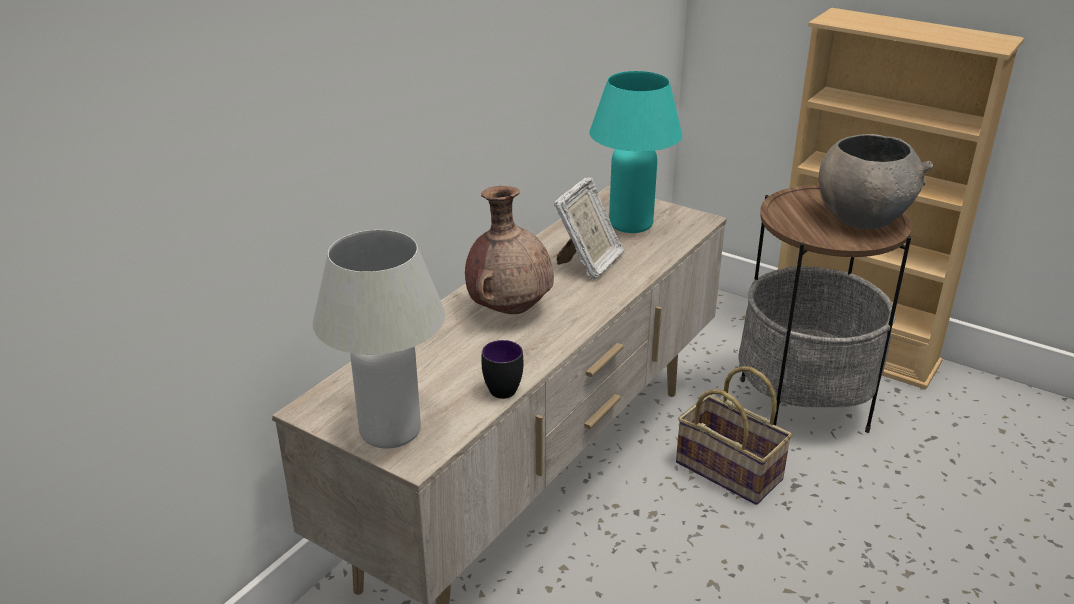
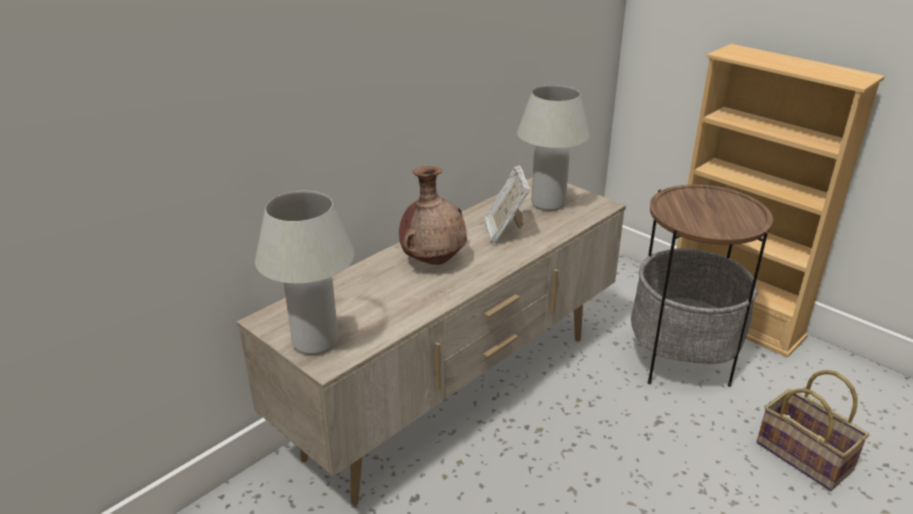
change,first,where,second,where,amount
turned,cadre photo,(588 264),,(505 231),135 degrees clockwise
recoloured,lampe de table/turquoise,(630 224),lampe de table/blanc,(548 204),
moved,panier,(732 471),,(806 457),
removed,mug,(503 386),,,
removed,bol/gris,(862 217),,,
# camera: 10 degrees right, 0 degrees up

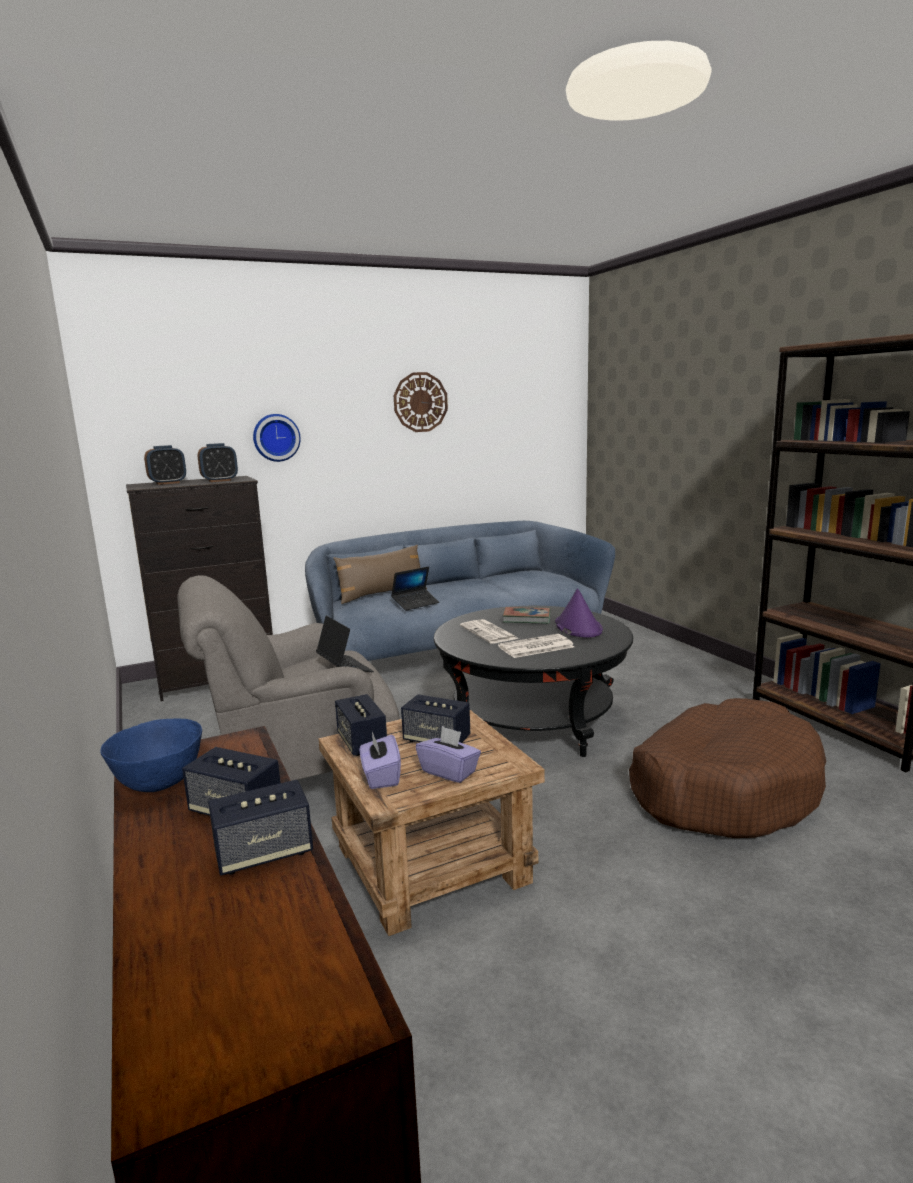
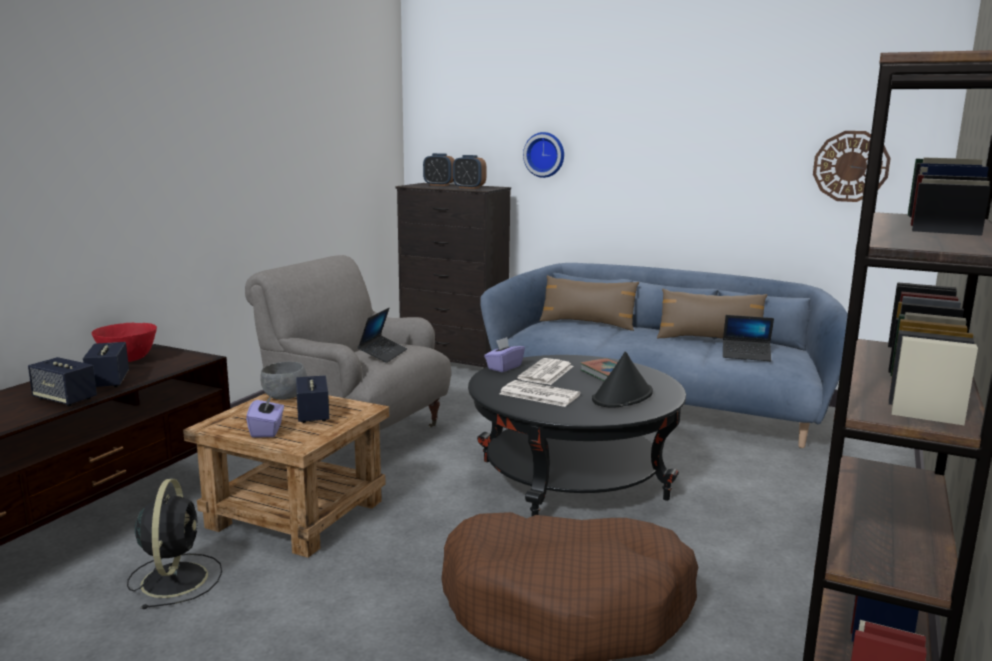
change,first,where,second,where,amount
recoloured,bol/bleu,(159 784),bol/rouge,(128 360),
added,,,ventilateur/noir,(175 578),
replaced,enceinte,(362 743),bol/gris,(285 398),
moved,boîte à mouchoirs/violet,(381 776),,(504 367),
recoloured,chapeau/violet,(578 627),chapeau/noir,(622 396),
added,,,coussin/marron,(709 340),
moved,ordinateur portable,(415 604),,(746 355),
moved,horloge murale,(420 402),,(850 166),
# camera: 50 degrees right, 0 degrees up

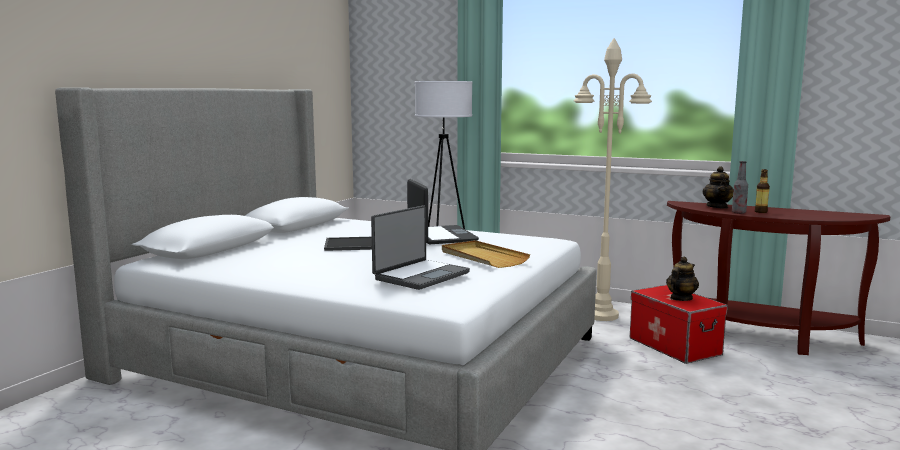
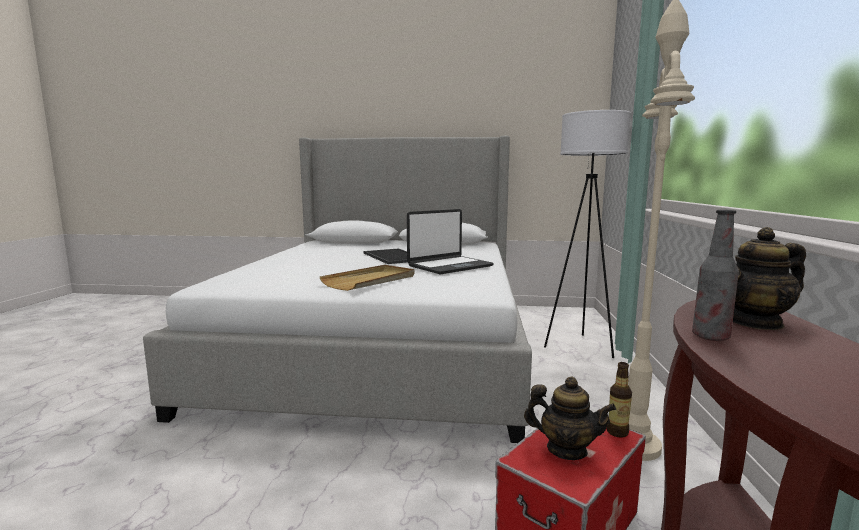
change,first,where,second,where,amount
moved,bouteille,(760 212),,(617 432),
removed,ordinateur portable,(420 276),,,
# camera: 70 degrees right, 0 degrees up

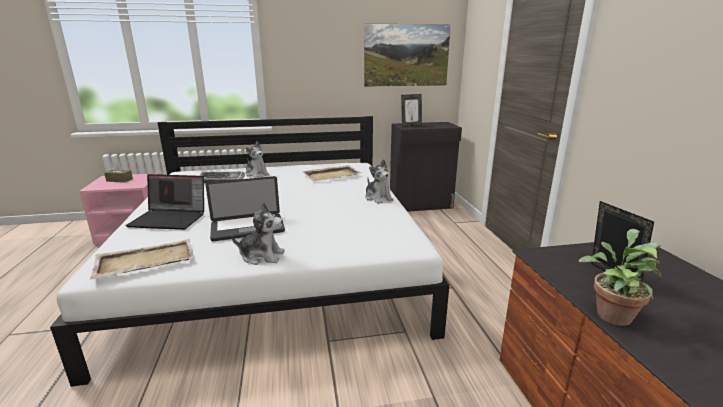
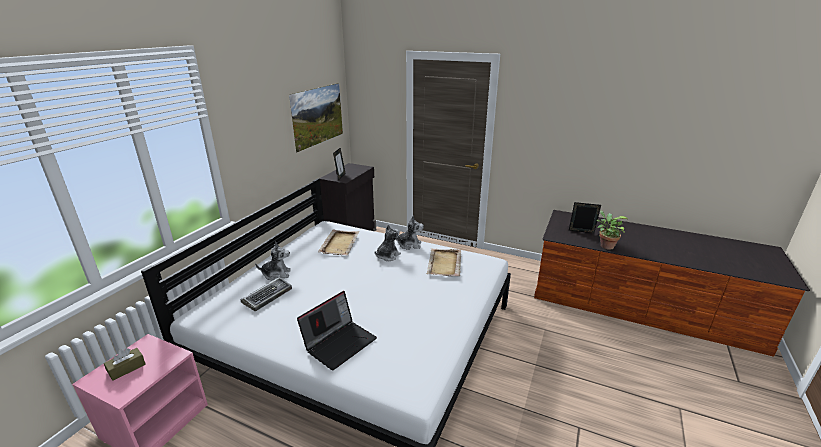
change,first,where,second,where,amount
moved,peluche,(261 256),,(387 256),
moved,plateau/beige,(144 261),,(444 264),
removed,ordinateur portable,(247 228),,,
# camera: 55 degrees left, 5 degrees up

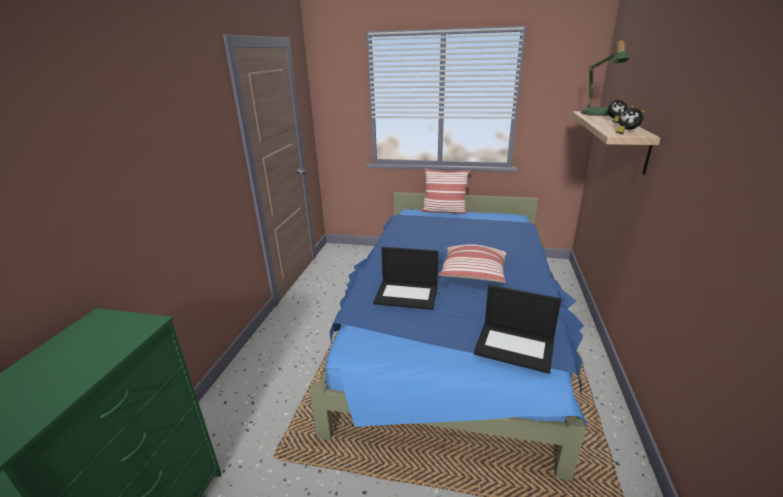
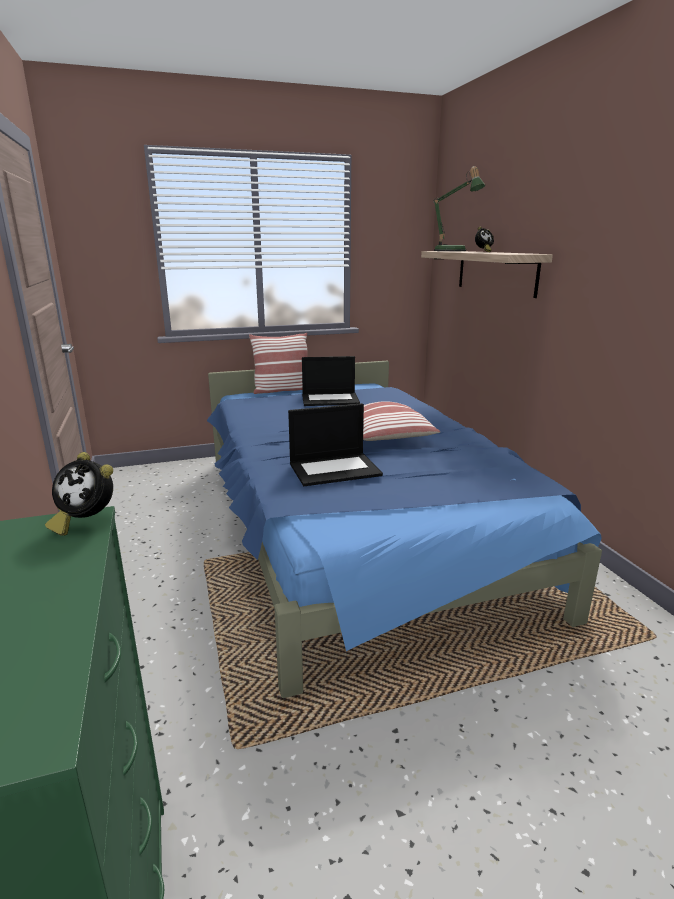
change,first,where,second,where,amount
moved,réveil,(626 133),,(86 522),
moved,ordinateur portable,(515 347),,(330 399),
# camera: 30 degrees left, 5 degrees down

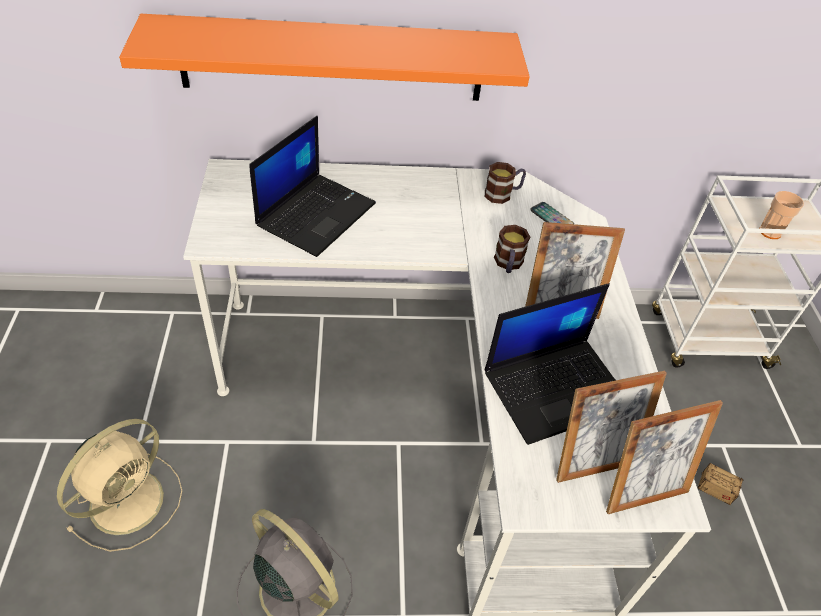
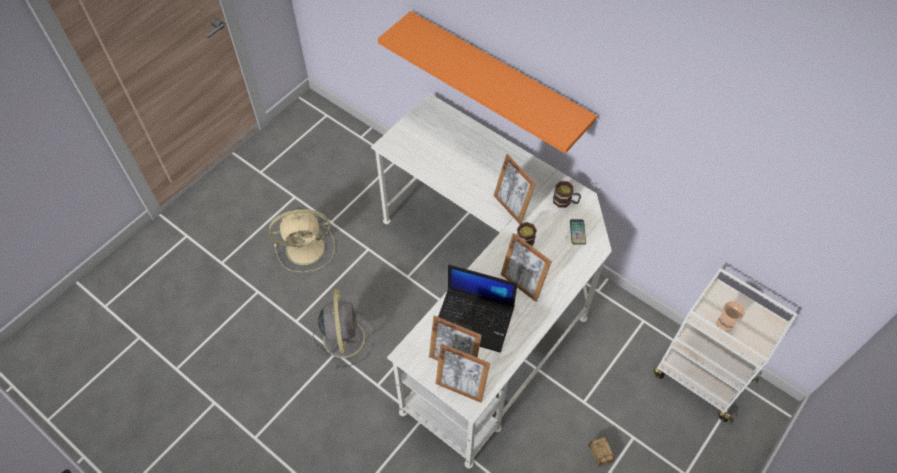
change,first,where,second,where,amount
added,,,cadre photo,(511 207),
removed,ordinateur portable,(316 213),,,
# camera: 45 degrees right, 10 degrees up

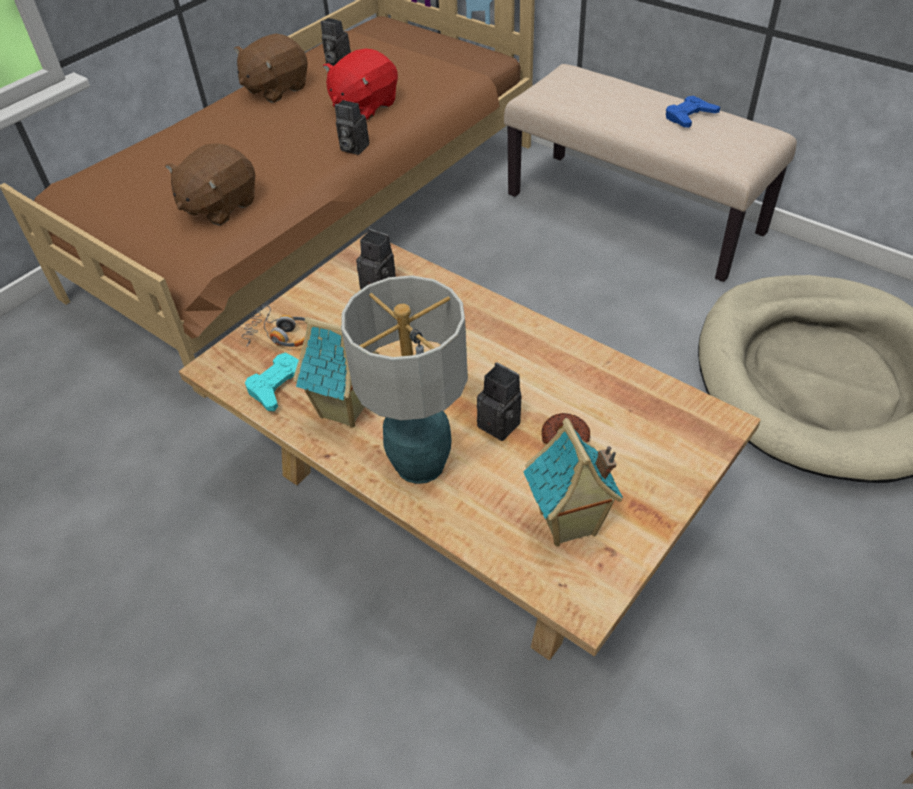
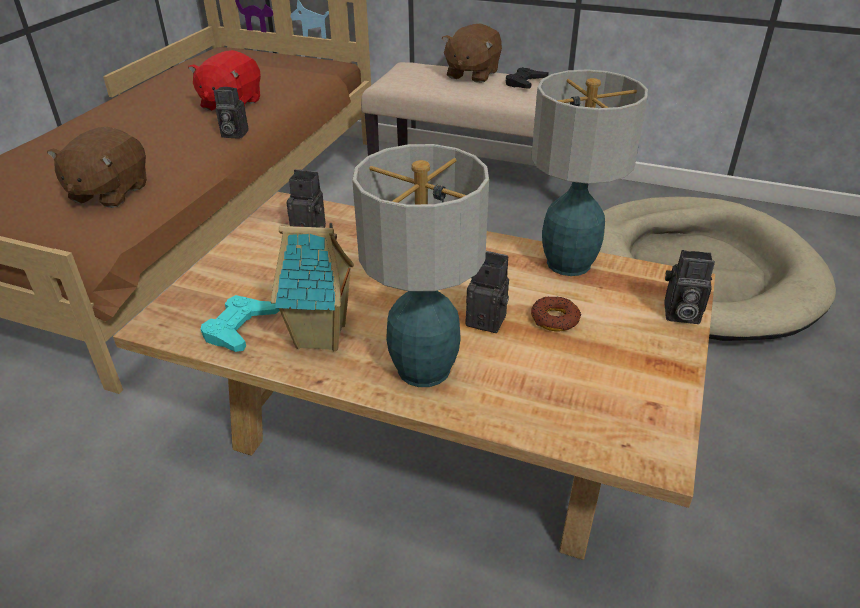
change,first,where,second,where,amount
moved,peluche/marron,(275 89),,(472 74),
recoloured,manette/bleu,(689 116),manette/noir,(525 83),
added,,,lampe de table,(568 264),
moved,appareil photo,(336 62),,(679 314),
removed,casque audio,(280 335),,,
removed,maison miniature,(568 525),,,
# camera: 20 degrees left, 10 degrees down

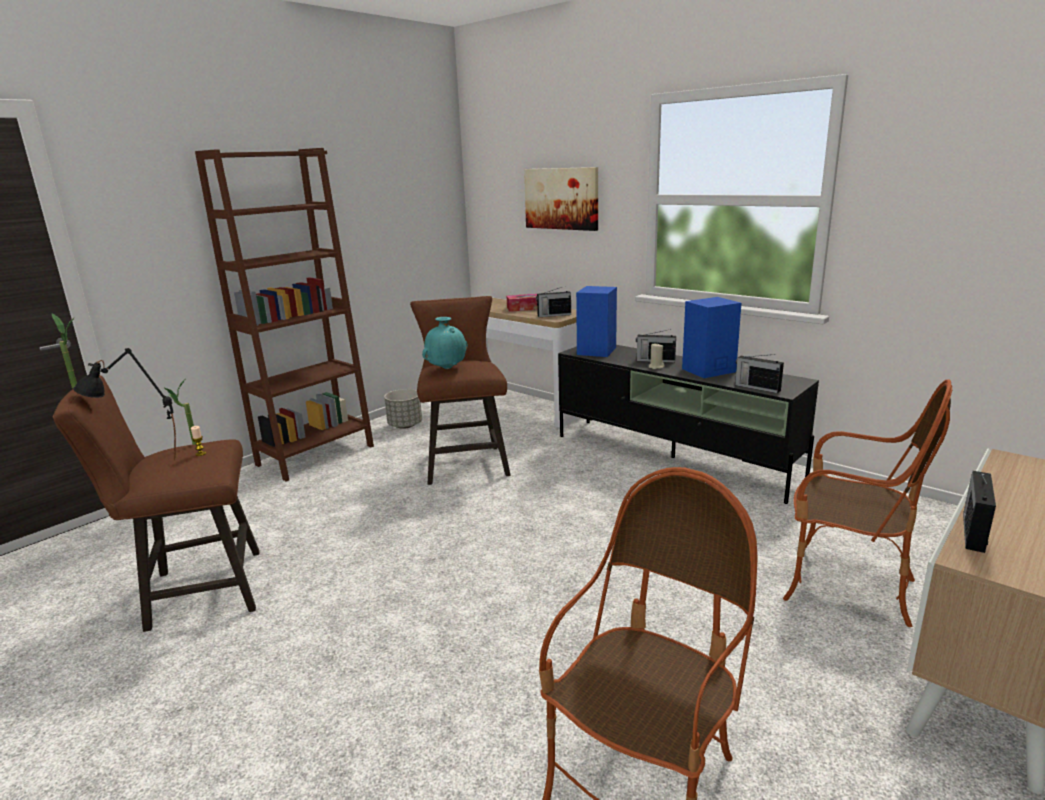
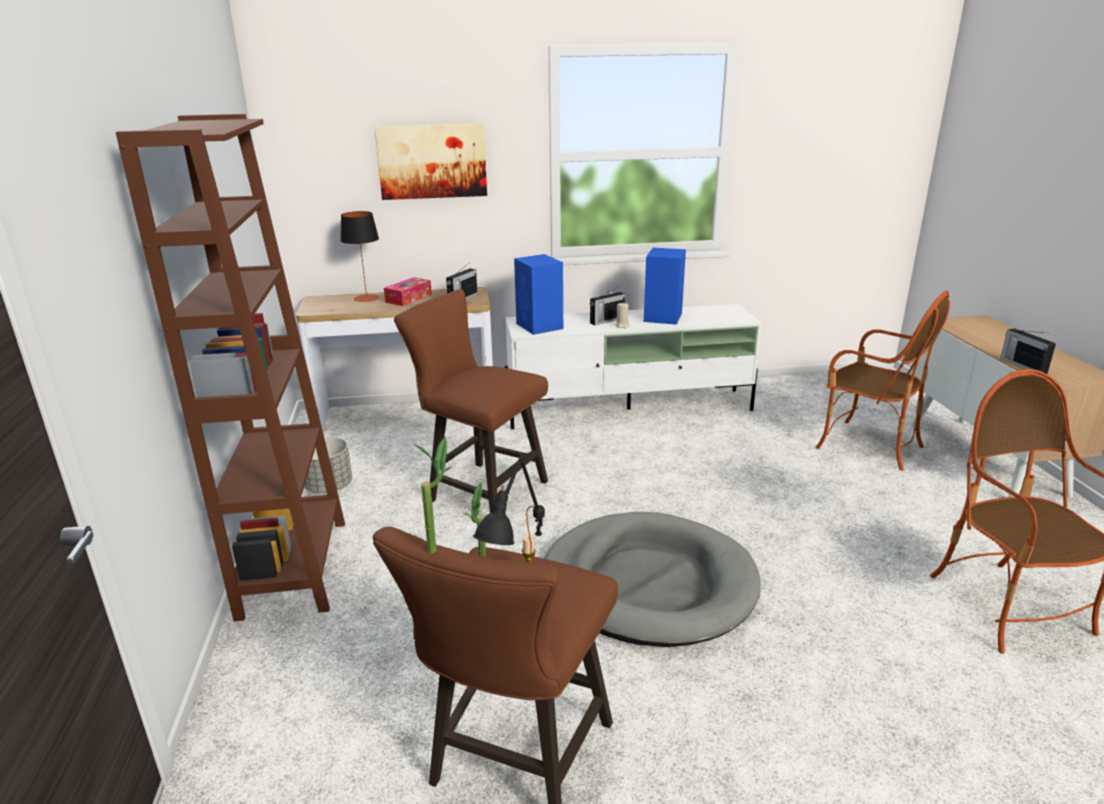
change,first,where,second,where,amount
added,,,lampe de table,(366 298),
recoloured,meuble télé/noir,(674 457),meuble télé/blanc,(630 409),
added,,,panier pour chien/gris,(648 584),
turned,fauteuil,(846 587),,(868 446),60 degrees clockwise
removed,vase/turquoise,(447 368),,,
removed,radio,(756 387),,,
# camera: 50 degrees left, 5 degrees up

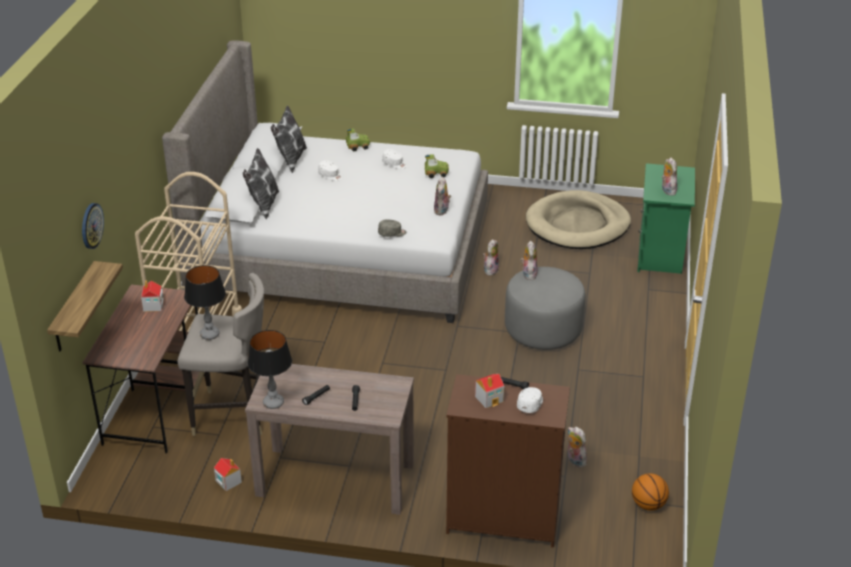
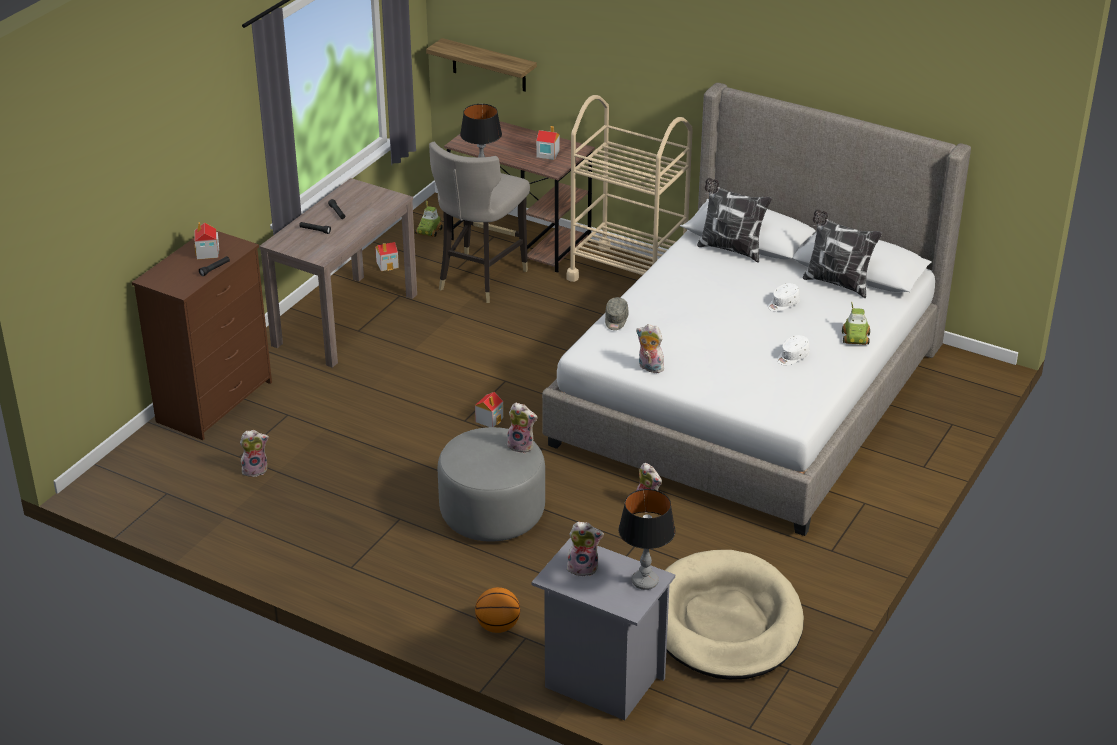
change,first,where,second,where,amount
moved,petite voiture,(436 173),,(429 231),
added,,,maison miniature,(489 419),
moved,ballon de basket,(648 505),,(497 626),
recoloured,table de chevet/vert,(660 256),table de chevet/gris,(600 681),
moved,lampe de table,(273 403),,(645 582),
removed,horloge murale,(91 225),,,
removed,casquette/blanc,(530 404),,,
# camera: 110 degrees right, 0 degrees up

